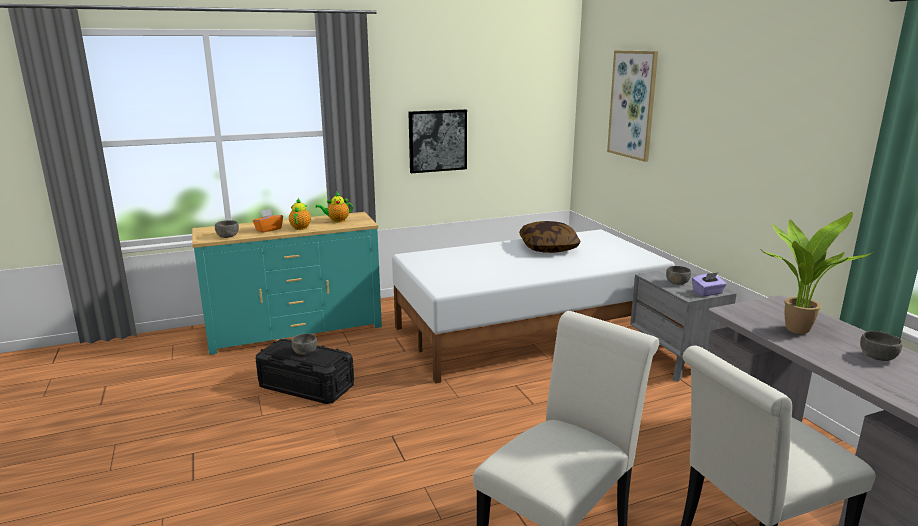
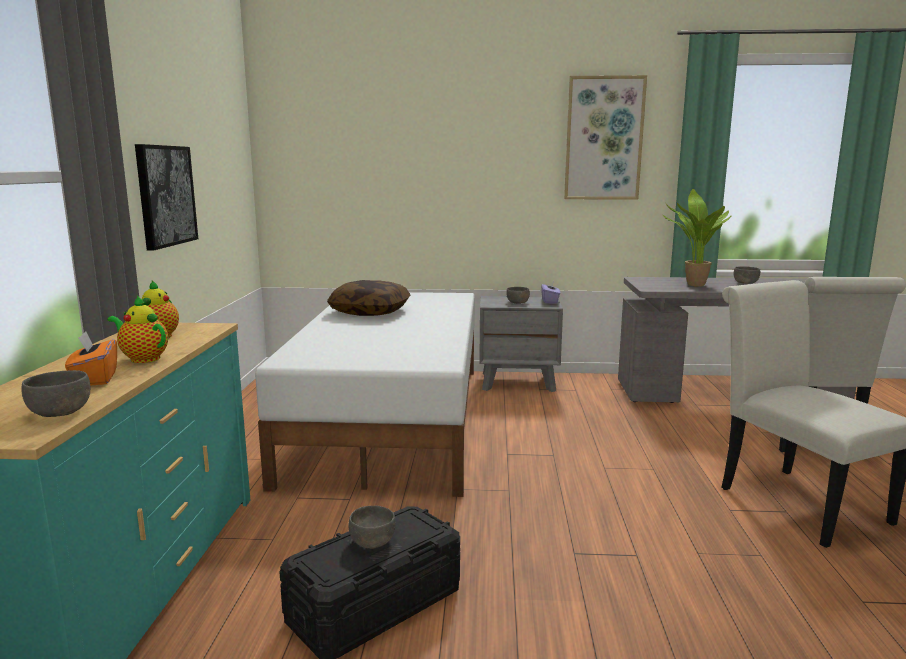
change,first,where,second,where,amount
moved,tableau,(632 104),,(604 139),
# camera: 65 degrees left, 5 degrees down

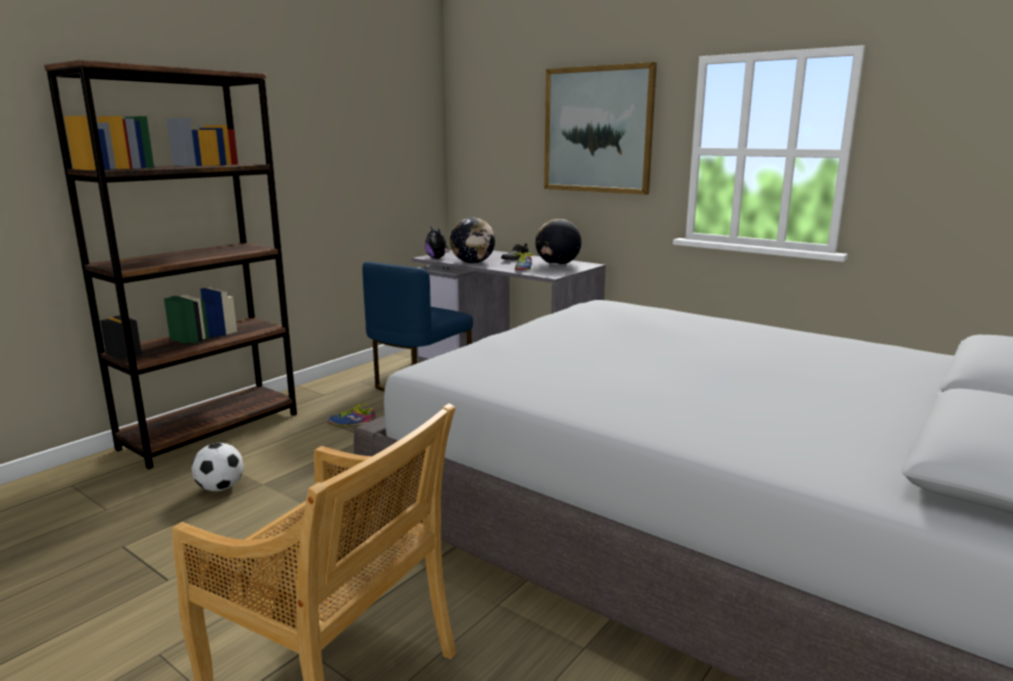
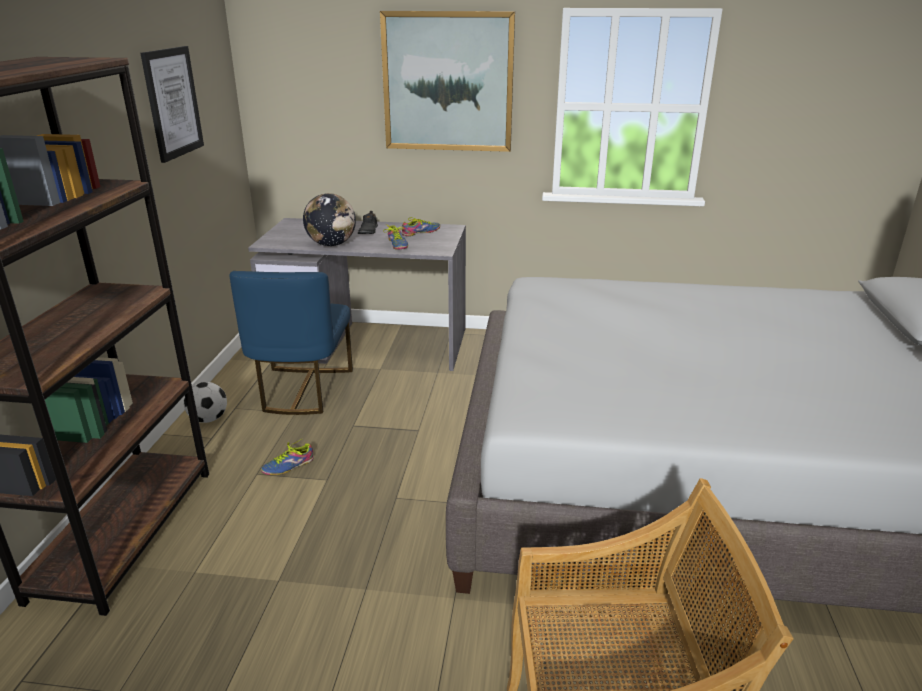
change,first,where,second,where,amount
added,,,tableau,(172 103),
moved,ballon de foot,(221 488),,(209 419),
replaced,globe,(557 264),chaussure,(422 232),
removed,peluche,(437 258),,,
# camera: 30 degrees left, 10 degrees up

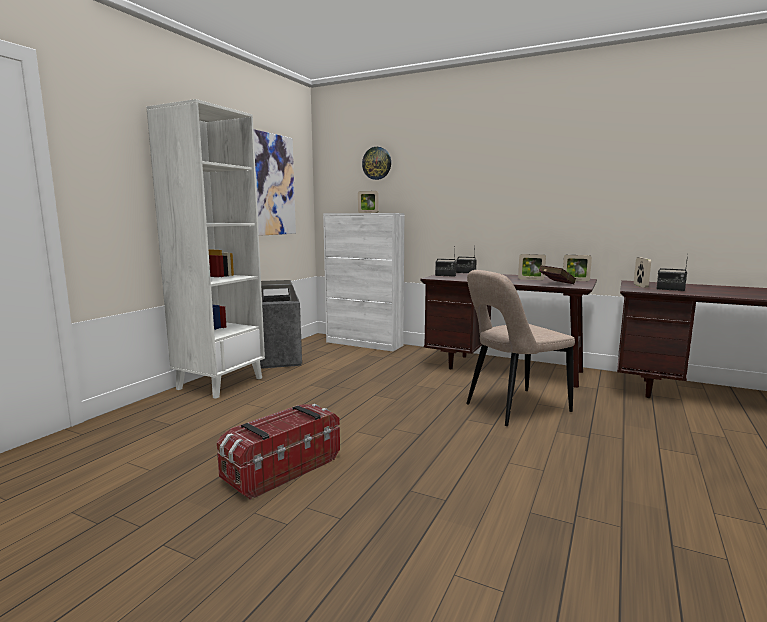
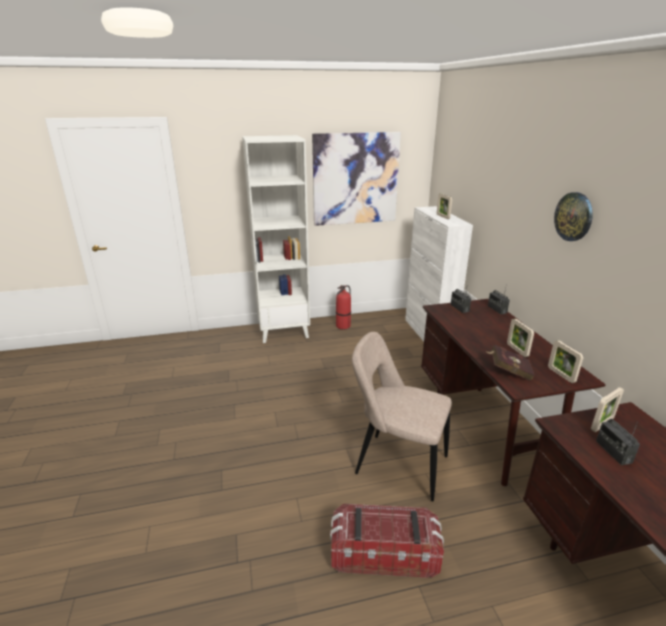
change,first,where,second,where,amount
moved,boîte de rangement,(281 469),,(383 554),
replaced,poubelle,(279 361),extincteur,(343 326),
moved,horloge murale,(377 163),,(574 216),
# camera: 50 degrees right, 15 degrees up

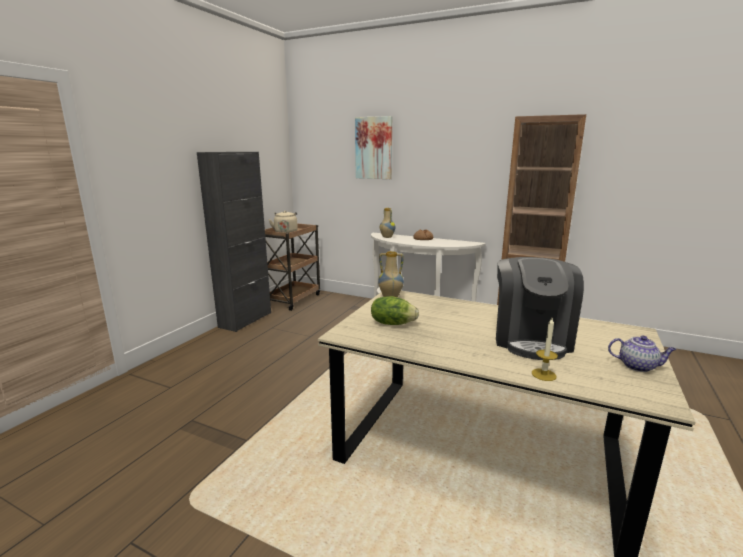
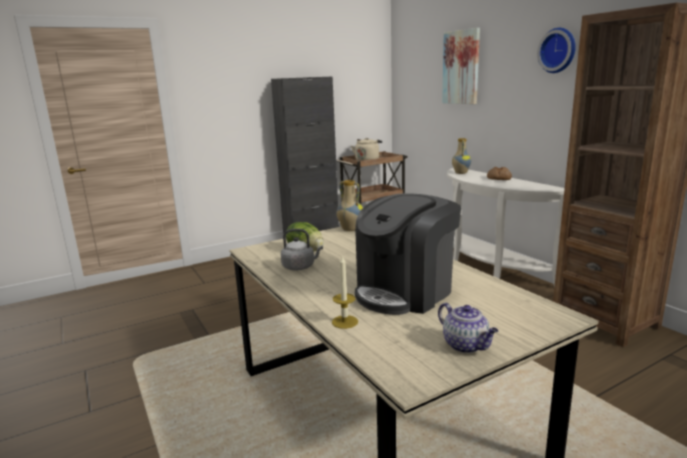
change,first,where,second,where,amount
added,,,bouilloire/gris,(300 267),
added,,,horloge murale,(558 50),
# camera: 35 degrees right, 0 degrees up

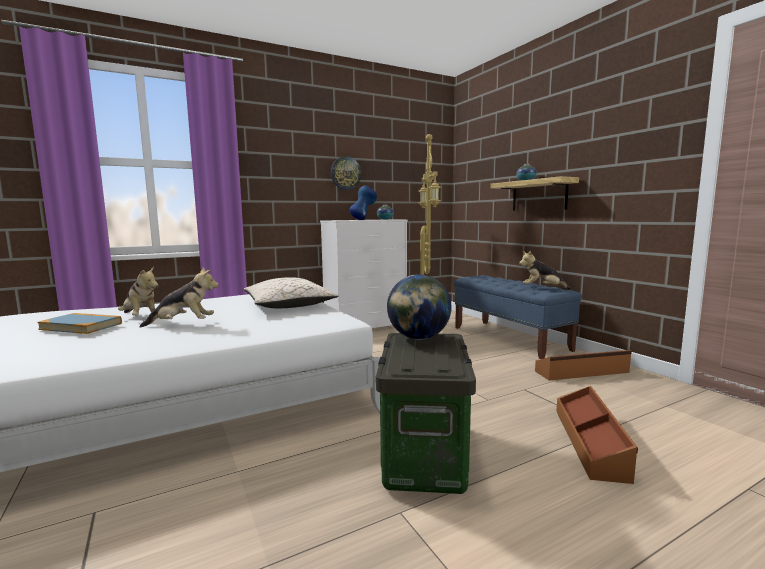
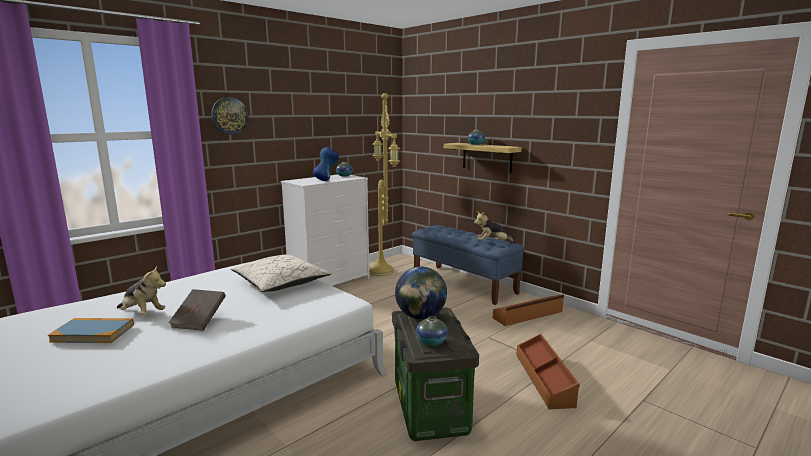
change,first,where,second,where,amount
replaced,peluche,(183 324),livre/marron,(199 320),
moved,horloge murale,(345 173),,(229 115),
added,,,vase,(431 342),
# camera: 15 degrees left, 5 degrees up

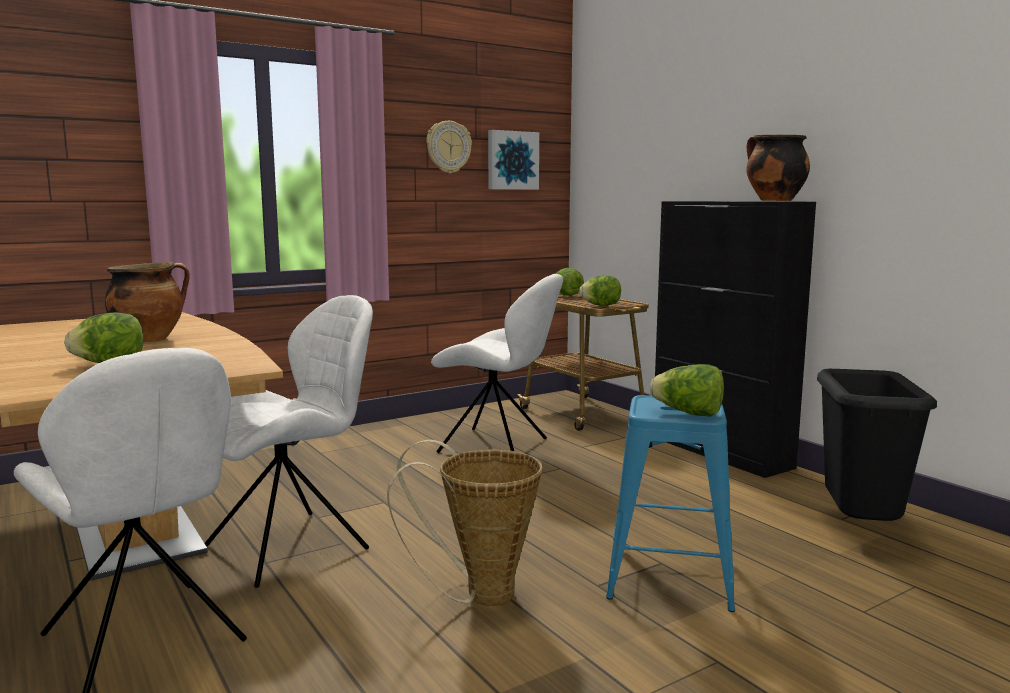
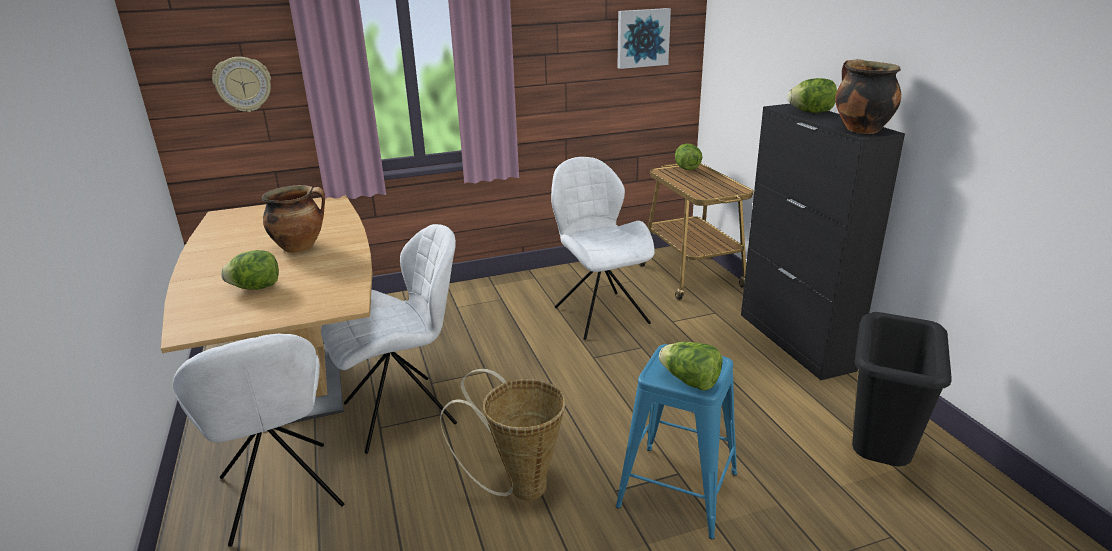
change,first,where,second,where,amount
moved,horloge murale,(448 147),,(243 84),
turned,chaise/blanc,(497 446),,(599 313),150 degrees counterclockwise
moved,laitue,(601 305),,(811 112),
# camera: 15 degrees right, 15 degrees up

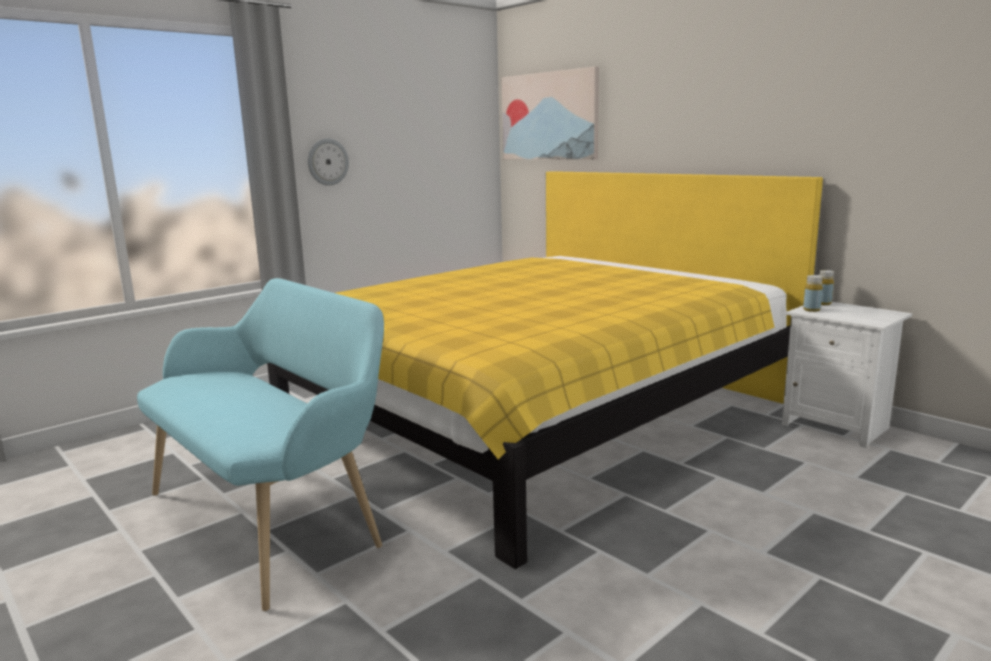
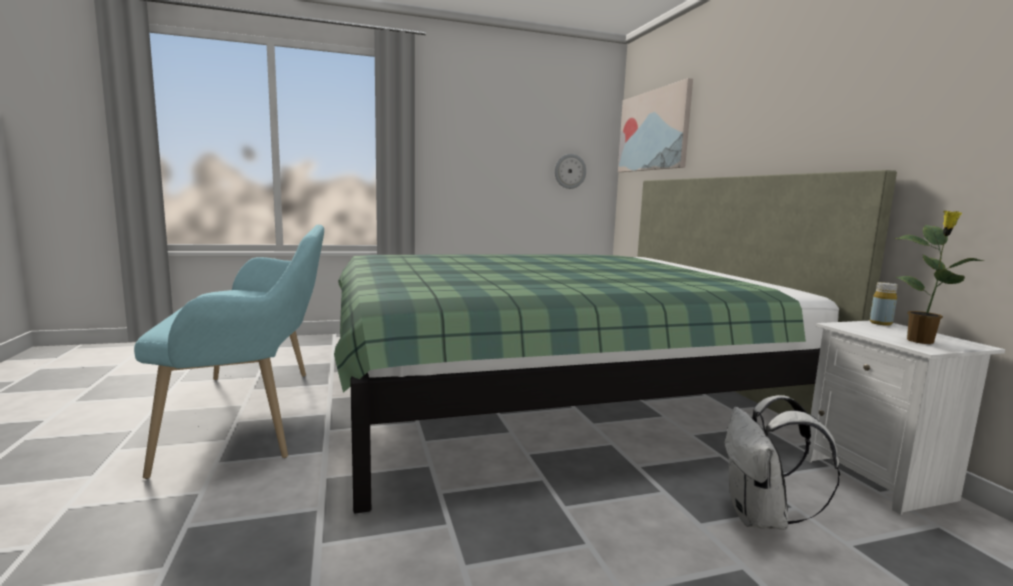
change,first,where,second,where,amount
recoloured,lit/jaune,(537 414),lit/vert,(550 390),
moved,horloge murale,(327 162),,(570 171),
added,,,sac à dos/blanc,(761 518),
added,,,plante en pot,(922 341),
removed,bouteille/jaune,(811 310),,,
# camera: 25 degrees right, 5 degrees down

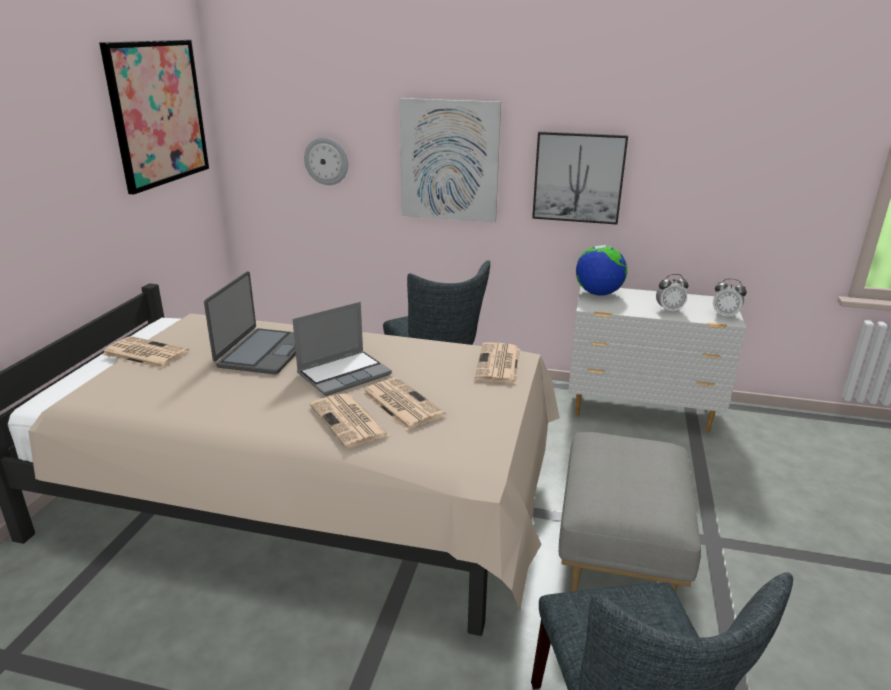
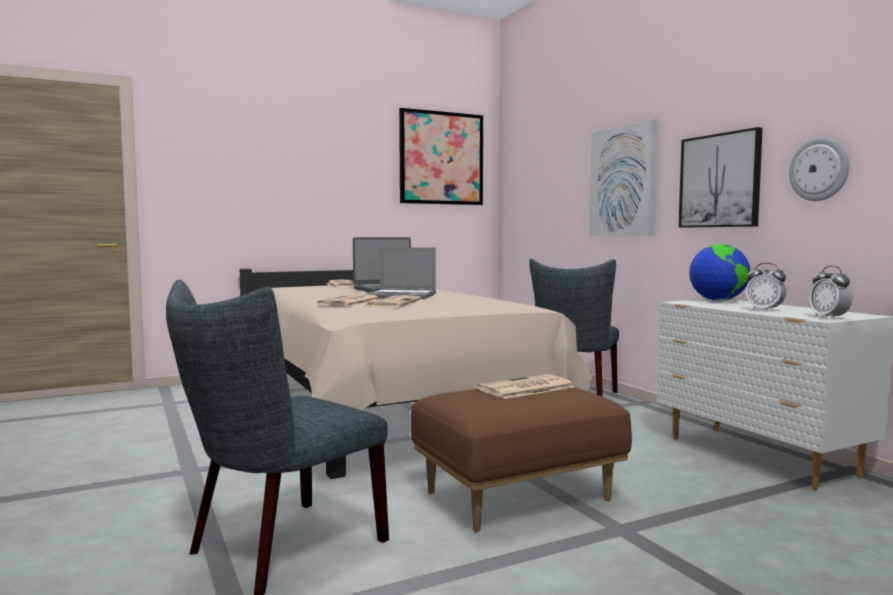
change,first,where,second,where,amount
recoloured,pouf/gris,(618 549),pouf/marron,(517 495),
moved,journal,(499 364),,(525 388),
moved,horloge murale,(326 161),,(819 169),
# camera: 50 degrees right, 20 degrees down

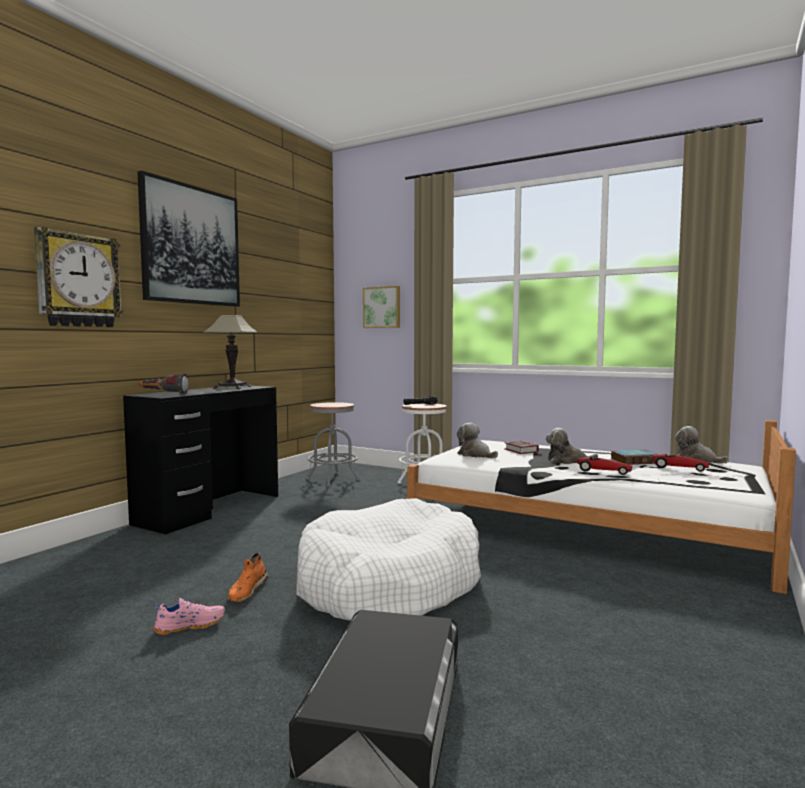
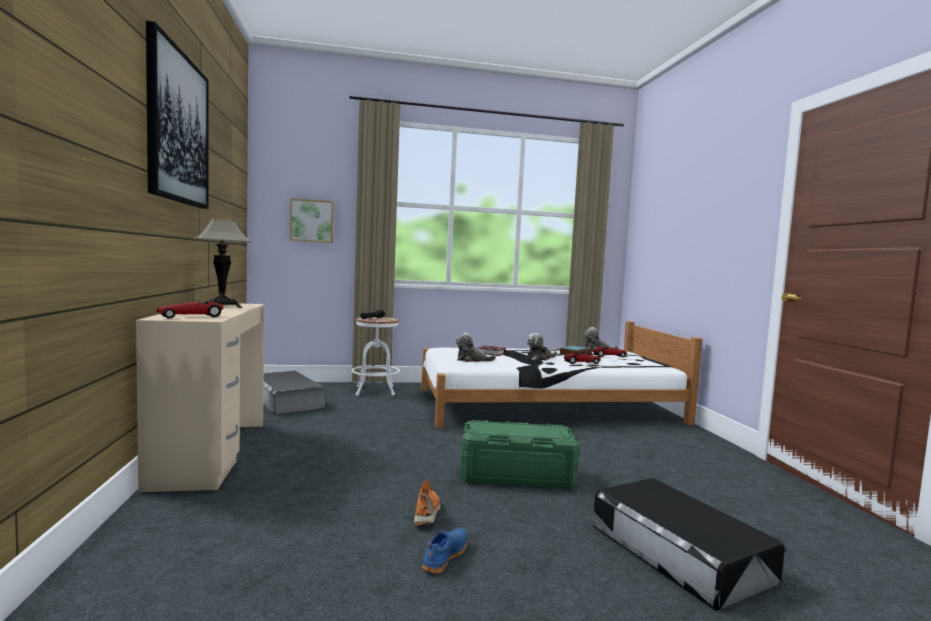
change,first,where,second,where,amount
recoloured,bureau/noir,(209 509),bureau/beige,(210 453),
replaced,lampe de poche,(164 394),petite voiture,(191 317),
replaced,tabouret/gris,(332 479),boîte de rangement/gris,(286 401),
turned,chaussure/orange,(247 591),,(427 513),150 degrees counterclockwise
recoloured,chaussure/rose,(190 625),chaussure/bleu,(444 556),
replaced,panier pour chien/blanc,(389 584),boîte de rangement/vert,(516 475),
removed,horloge murale,(78 280),,,
# camera: 40 degrees left, 0 degrees up

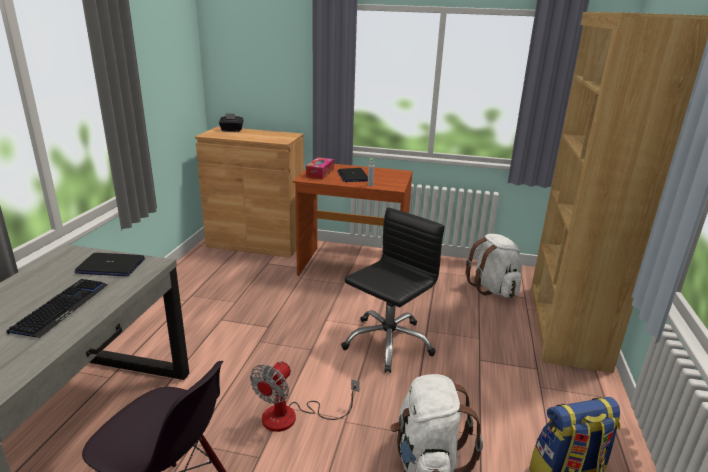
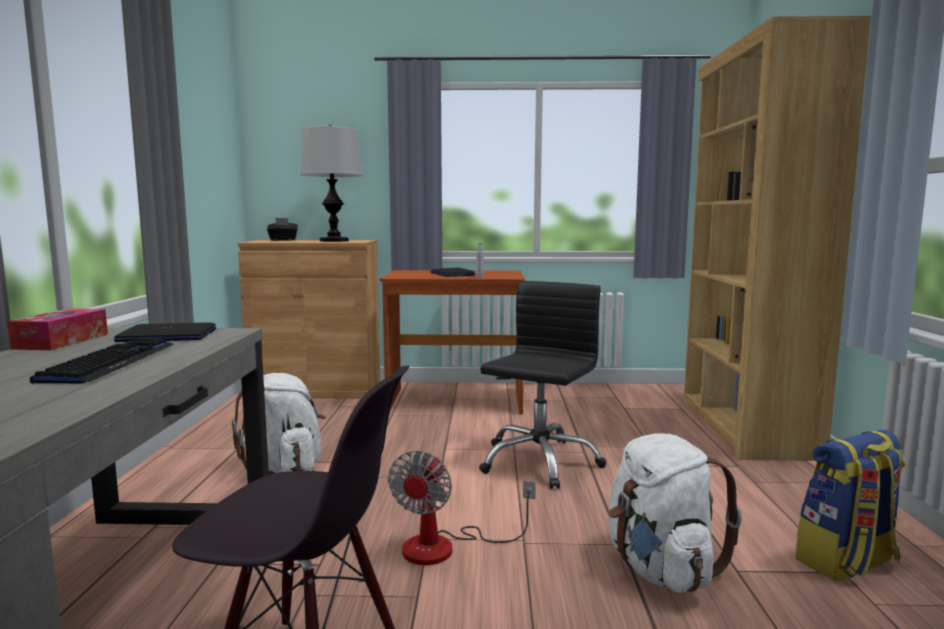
change,first,where,second,where,amount
moved,boîte à mouchoirs,(320 173),,(61 341),
moved,sac à dos/blanc,(493 289),,(286 467),
added,,,lampe de table,(334 241),
# camera: 10 degrees left, 15 degrees down

